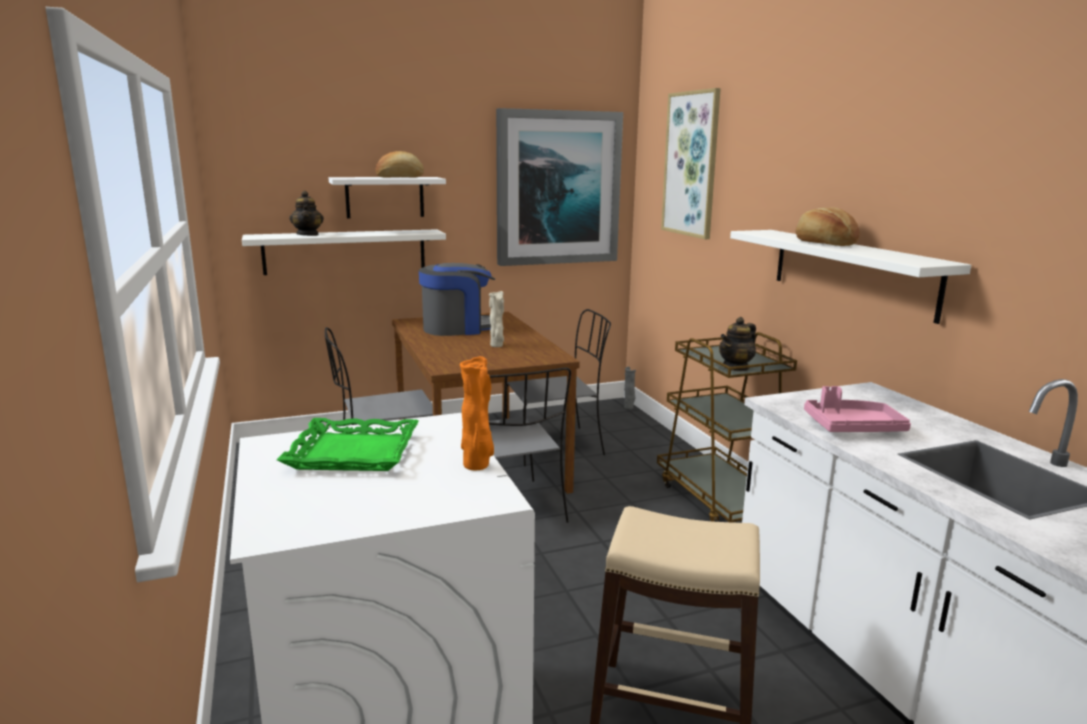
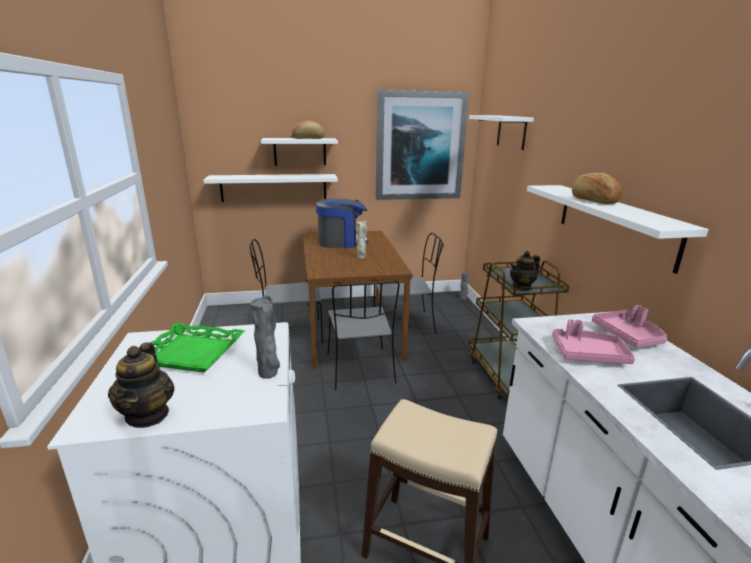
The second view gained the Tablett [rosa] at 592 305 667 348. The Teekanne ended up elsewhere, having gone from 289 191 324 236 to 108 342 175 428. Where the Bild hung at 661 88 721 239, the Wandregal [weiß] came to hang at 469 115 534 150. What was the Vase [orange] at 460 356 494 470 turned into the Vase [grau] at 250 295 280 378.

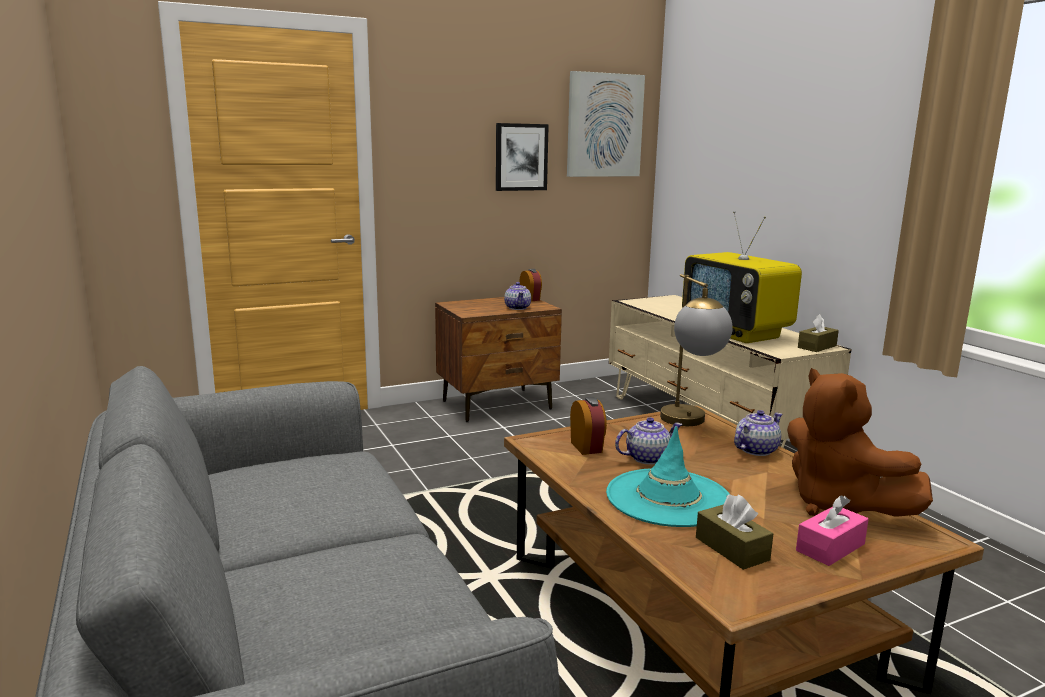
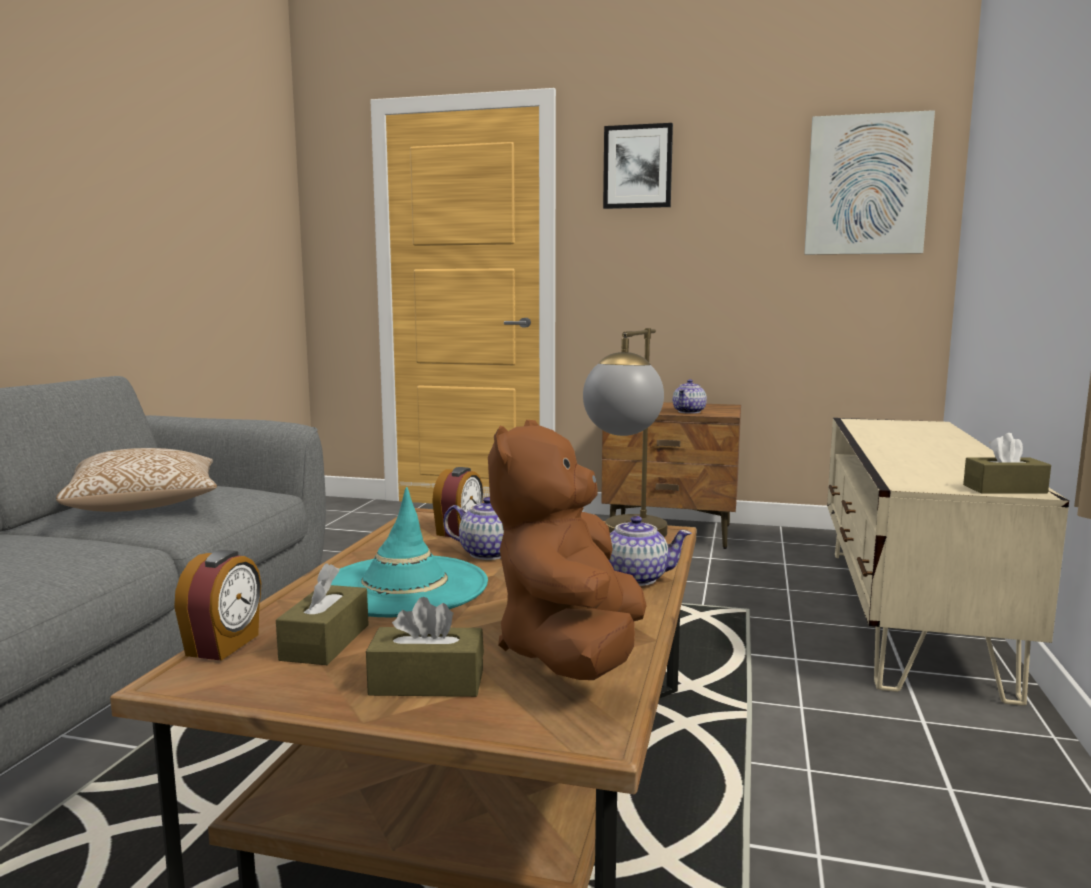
The second view lost the Fernseher at 682 211 802 343. The second view gained the Kissen at 56 448 217 512. The Bild ended up elsewhere, having gone from 496 123 549 191 to 603 123 673 209. The Wecker ended up elsewhere, having gone from 519 269 542 301 to 174 550 261 661. What was the Taschentuchbox [rosa] at 796 495 869 566 turned into the Taschentuchbox [braun] at 366 597 484 697.

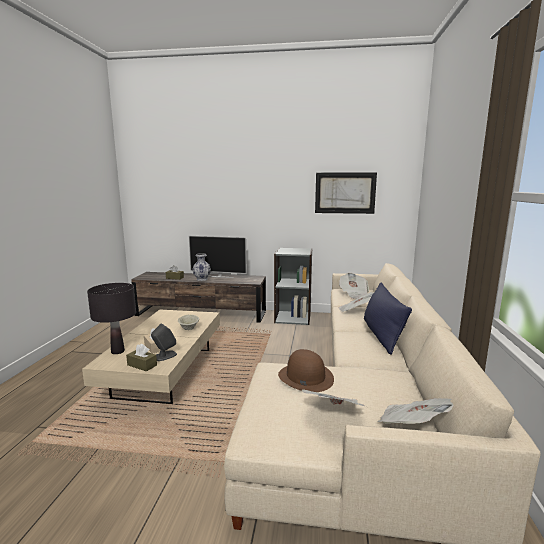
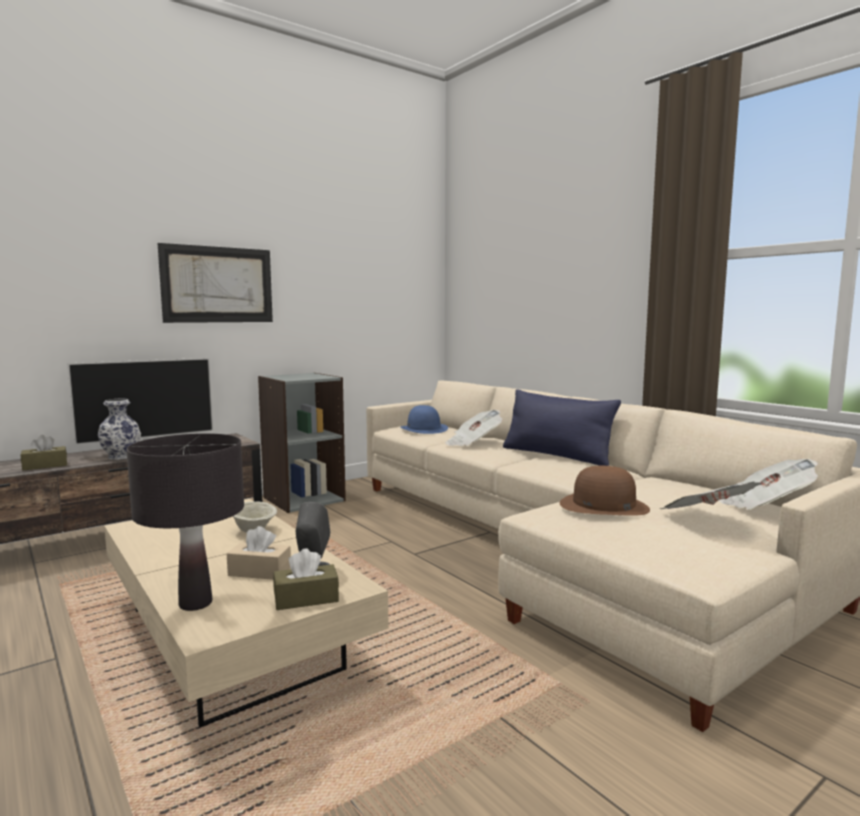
The Bild ended up elsewhere, having gone from 315 172 377 214 to 157 243 273 323. Where the Zeitung stood at 339 273 369 299, the Hut [blau] came to stand at 400 405 448 434.

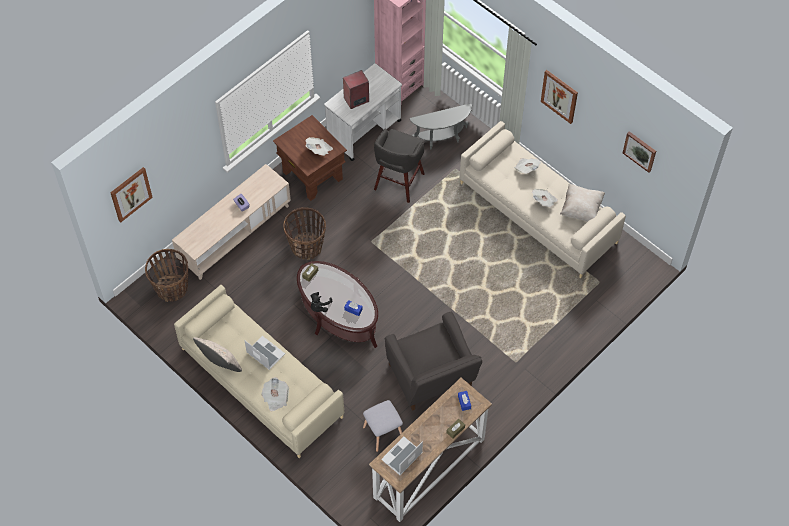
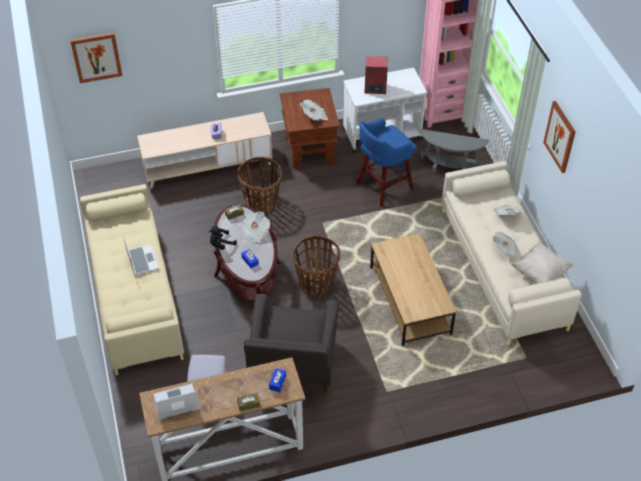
The second view lost the Kissen [beige] at 193 337 242 372. The second view lost the Bild at 623 131 656 173. The second view gained the Couchtisch [braun] at 370 233 456 346. The Korb ended up elsewhere, having gone from 145 249 188 302 to 292 236 340 296. The Zeitung ended up elsewhere, having gone from 261 377 289 411 to 242 211 270 243. What was the Hocker [grau] at 374 128 425 203 turned into the Hocker [blau] at 357 118 417 207.

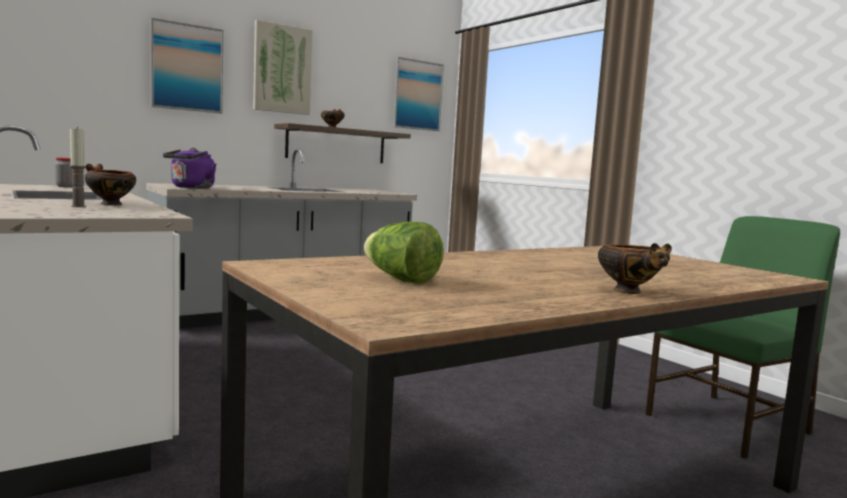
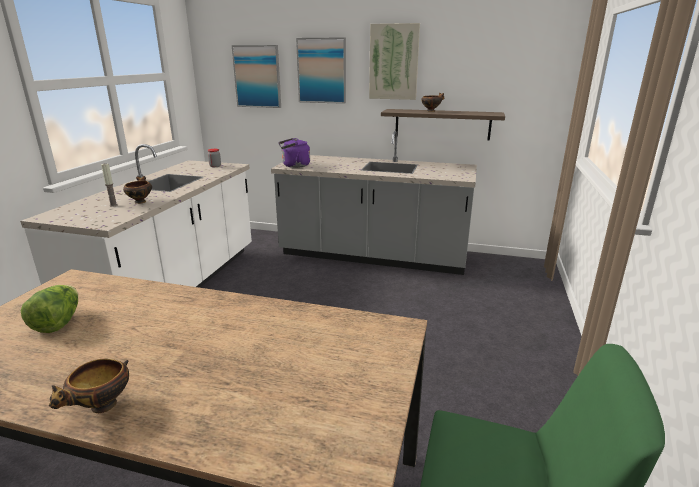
The Bild ended up elsewhere, having gone from 393 57 444 131 to 232 45 281 108.

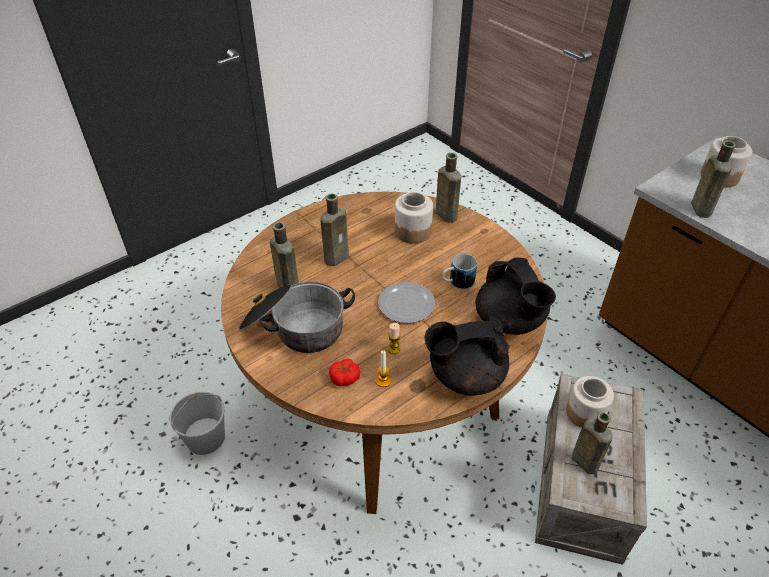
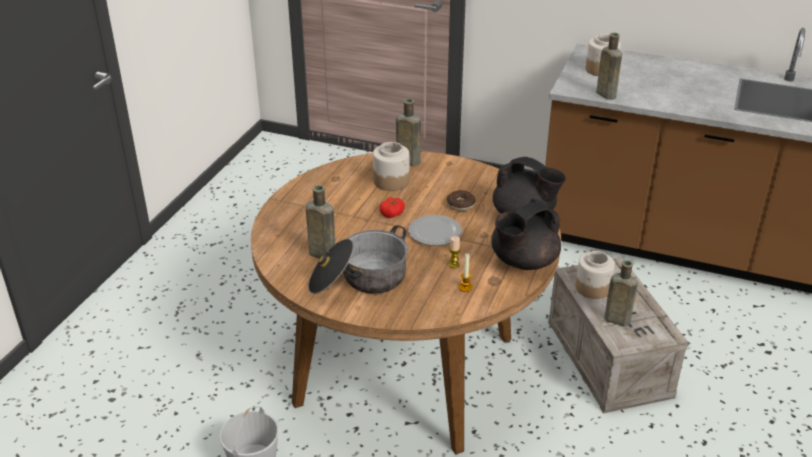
The second view lost the Flasche [braun] at 321 193 349 266. The Tomate ended up elsewhere, having gone from 329 359 360 386 to 380 197 405 218. Where the Henkelbecher stood at 442 254 477 289, the Donut came to stand at 447 190 476 211.

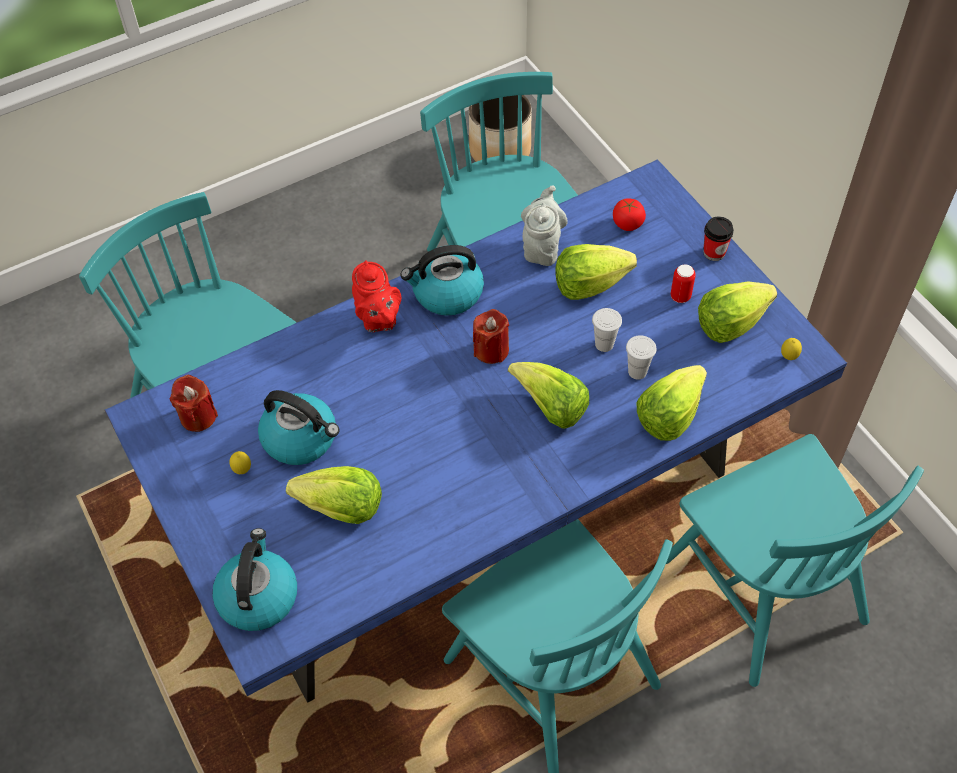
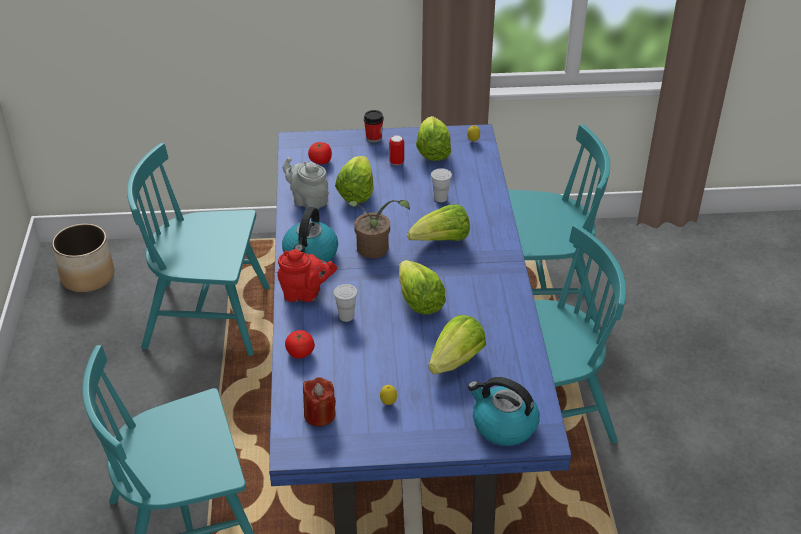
The second view lost the Wasserkessel at 258 390 340 465. The second view gained the Tomate at 285 330 315 359. The Tasse [weiß] ended up elsewhere, having gone from 592 308 622 352 to 334 284 358 322. The Salatkopf ended up elsewhere, having gone from 636 365 707 441 to 399 260 446 315. Where the Kerze [rot] stood at 473 309 509 364, the Topfpflanze came to stand at 348 200 410 258.

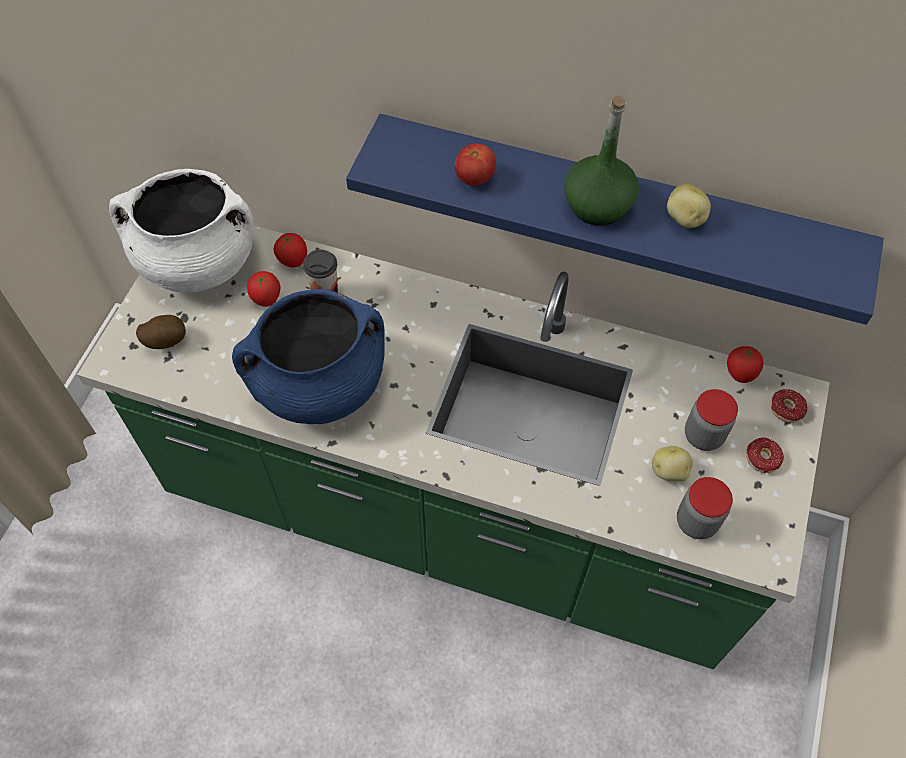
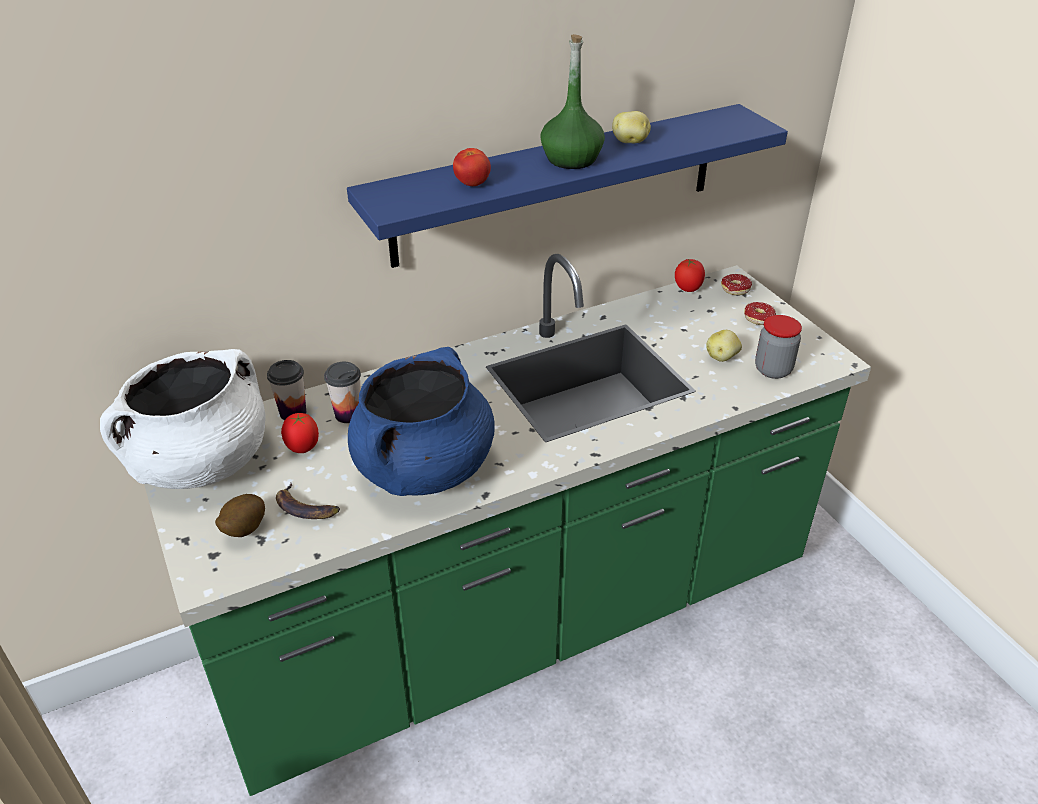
The second view lost the Vorratsglas at 685 389 738 451. The second view gained the Banane at 276 483 340 519. Where the Tomate stood at 274 233 307 268, the Tasse came to stand at 267 360 306 420.

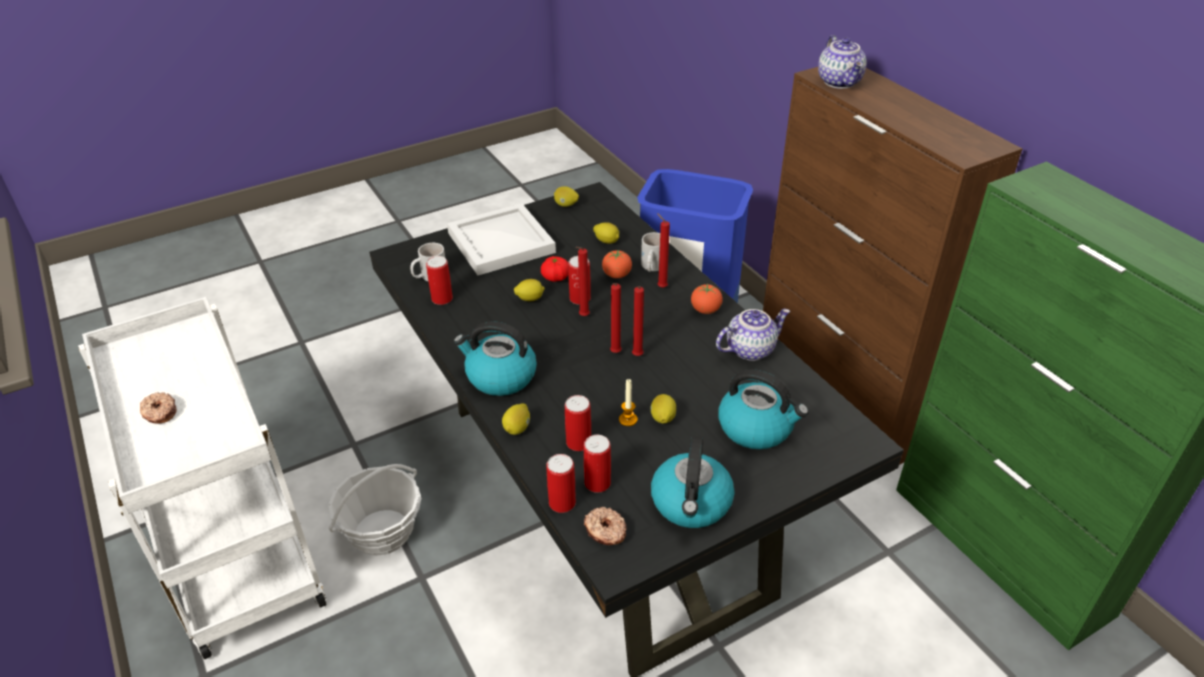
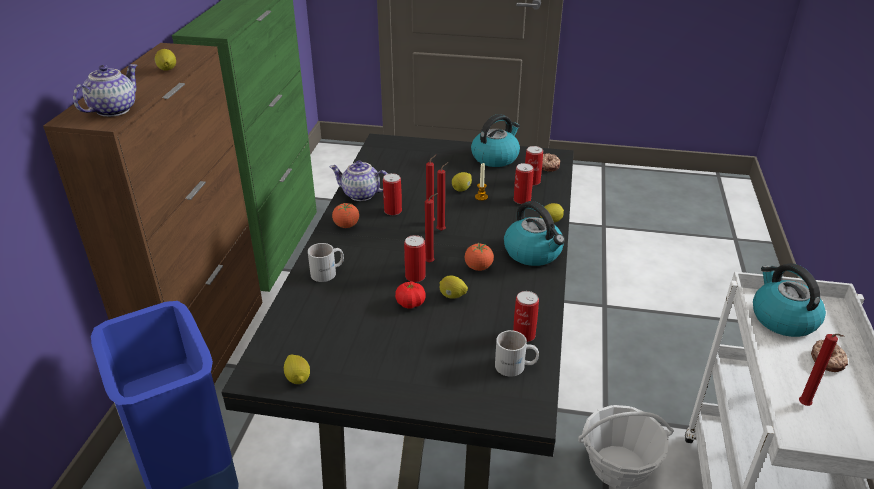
The second view lost the Tablett [weiß] at 447 203 556 275. The Dose ended up elsewhere, having gone from 547 454 576 513 to 383 173 402 215. The Zitrone ended up elsewhere, having gone from 593 222 619 244 to 155 49 176 71. The Tomate ended up elsewhere, having gone from 602 250 632 278 to 465 242 494 271. The Kerze [rot] ended up elsewhere, having gone from 657 213 670 288 to 799 334 845 406. The Wasserkessel ended up elsewhere, having gone from 718 369 809 449 to 753 263 826 337.

